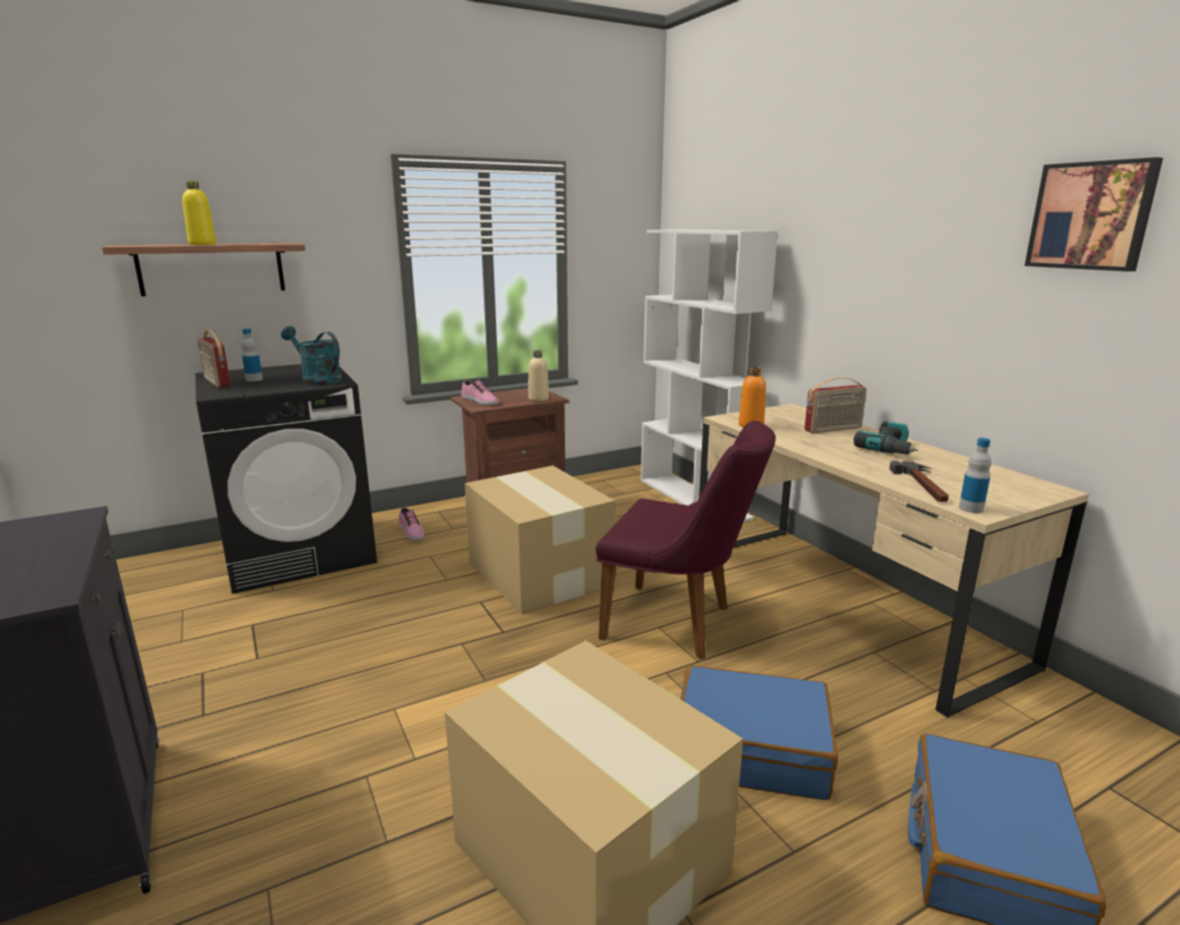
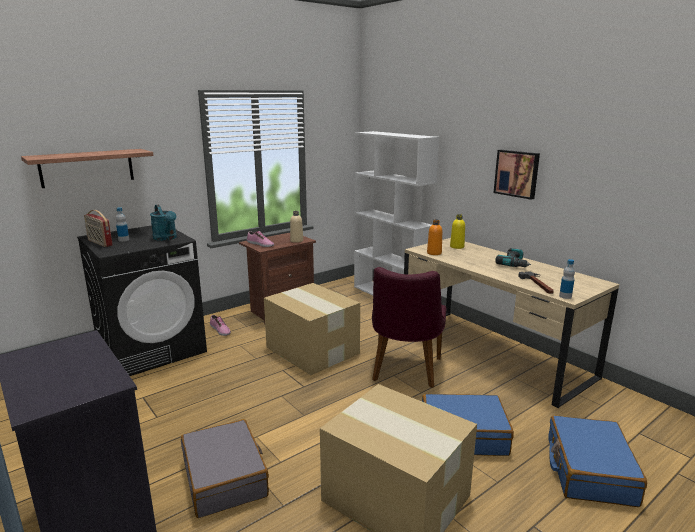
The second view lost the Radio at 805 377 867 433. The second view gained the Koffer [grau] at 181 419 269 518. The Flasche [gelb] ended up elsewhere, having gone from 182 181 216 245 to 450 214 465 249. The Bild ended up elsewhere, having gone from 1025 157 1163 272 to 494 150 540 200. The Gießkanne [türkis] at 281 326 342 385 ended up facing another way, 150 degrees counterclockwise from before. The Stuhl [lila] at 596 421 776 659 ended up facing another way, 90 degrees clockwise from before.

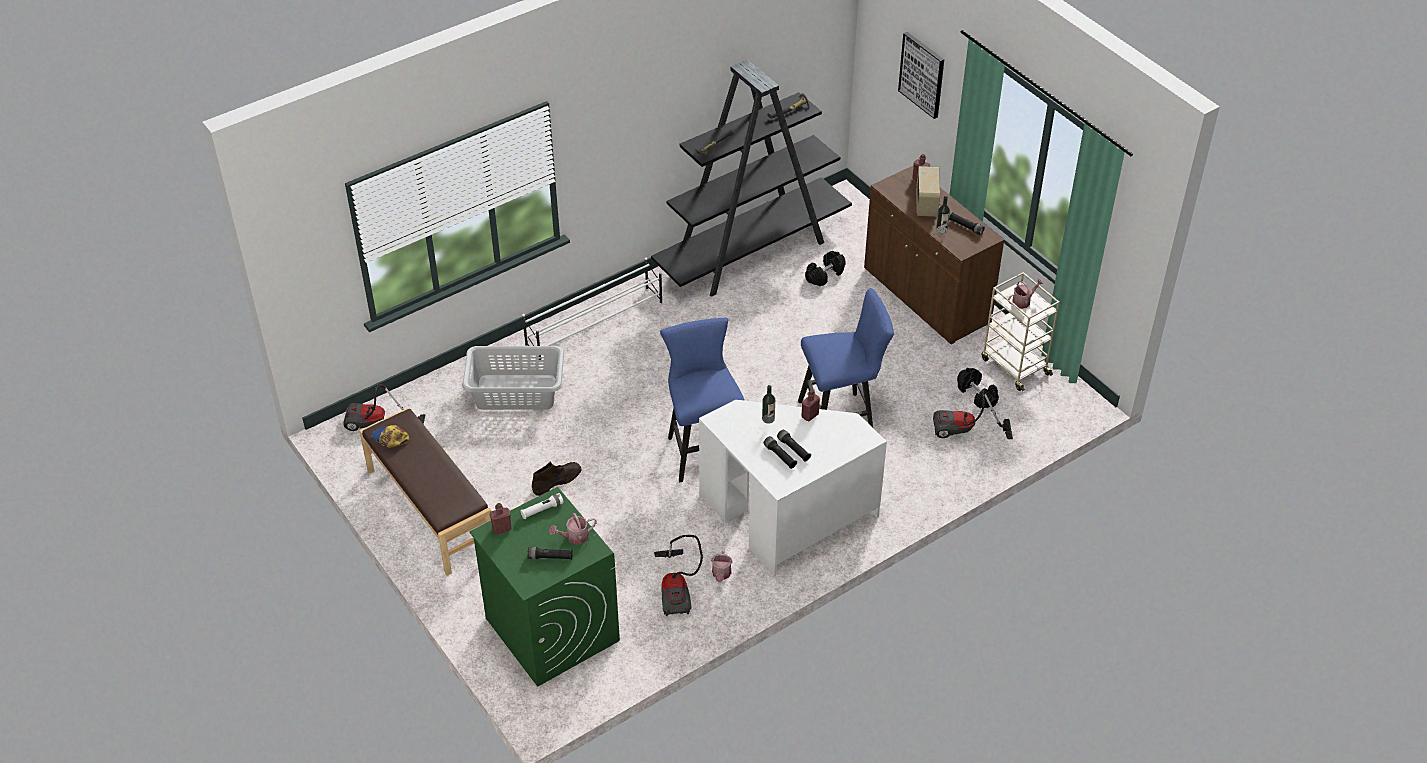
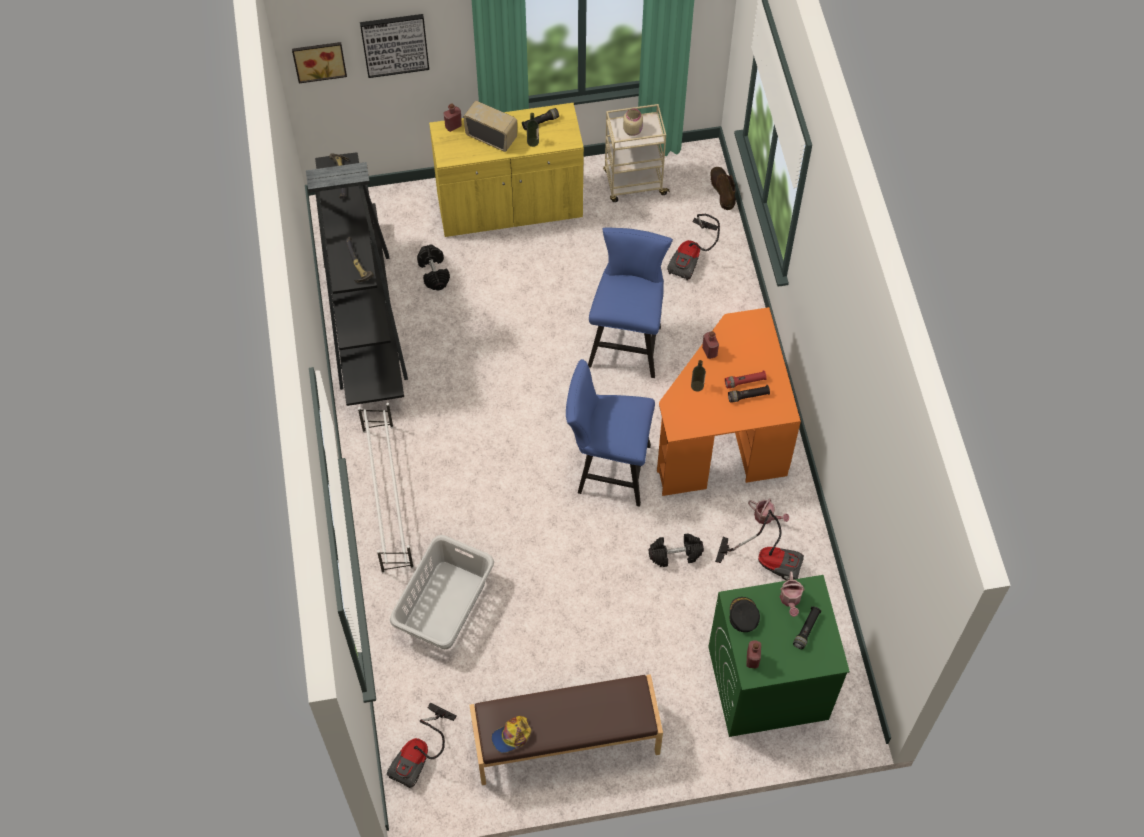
The second view gained the Bild at 292 42 347 83. The Stiefel [braun] ended up elsewhere, having gone from 532 461 581 496 to 710 167 736 210. The Hantel [schwarz] ended up elsewhere, having gone from 957 368 999 408 to 649 533 704 567. Where the Taschenlampe [weiß] stood at 520 493 564 519, the Kappe [schwarz] came to stand at 730 597 760 632. Where the Gießkanne stood at 1008 279 1044 309, the Vorratsglas [beige] came to stand at 623 108 643 136. What was the Schreibtisch [weiß] at 699 400 887 576 turned into the Schreibtisch [orange] at 657 307 801 496. What was the Taschenlampe [schwarz] at 777 430 811 461 turned into the Taschenlampe [rot] at 725 370 767 388. What was the Schrank [braun] at 864 166 1004 344 turned into the Schrank [gelb] at 429 103 584 237.

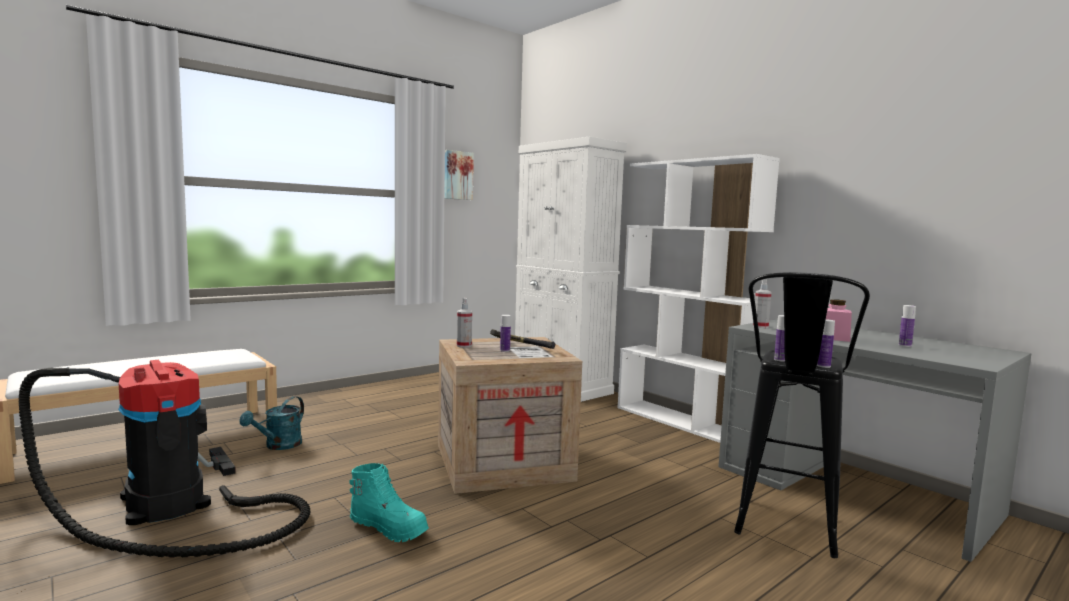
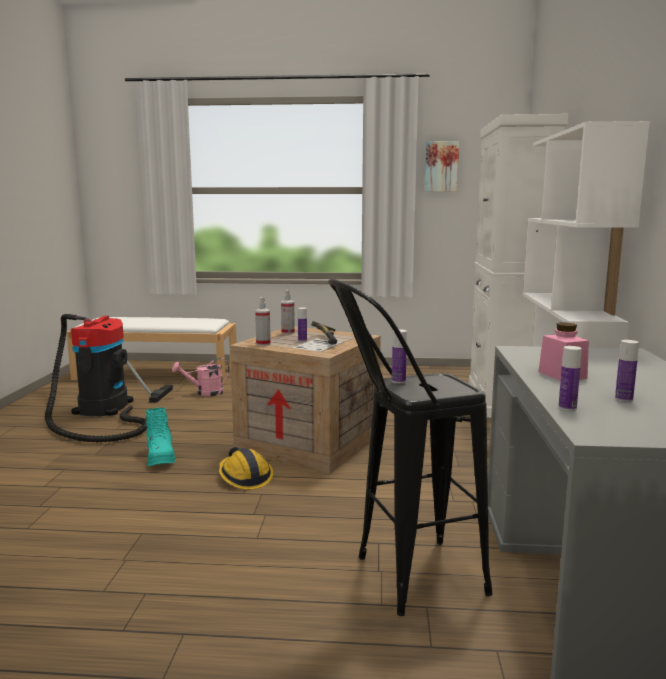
The second view gained the Schutzhelm at 219 447 273 490. The Sprühflasche ended up elsewhere, having gone from 753 279 772 328 to 255 297 271 346. The Flasche ended up elsewhere, having gone from 817 319 835 368 to 559 346 582 411. What was the Gießkanne [türkis] at 239 396 304 450 turned into the Gießkanne [rosa] at 172 358 229 396.

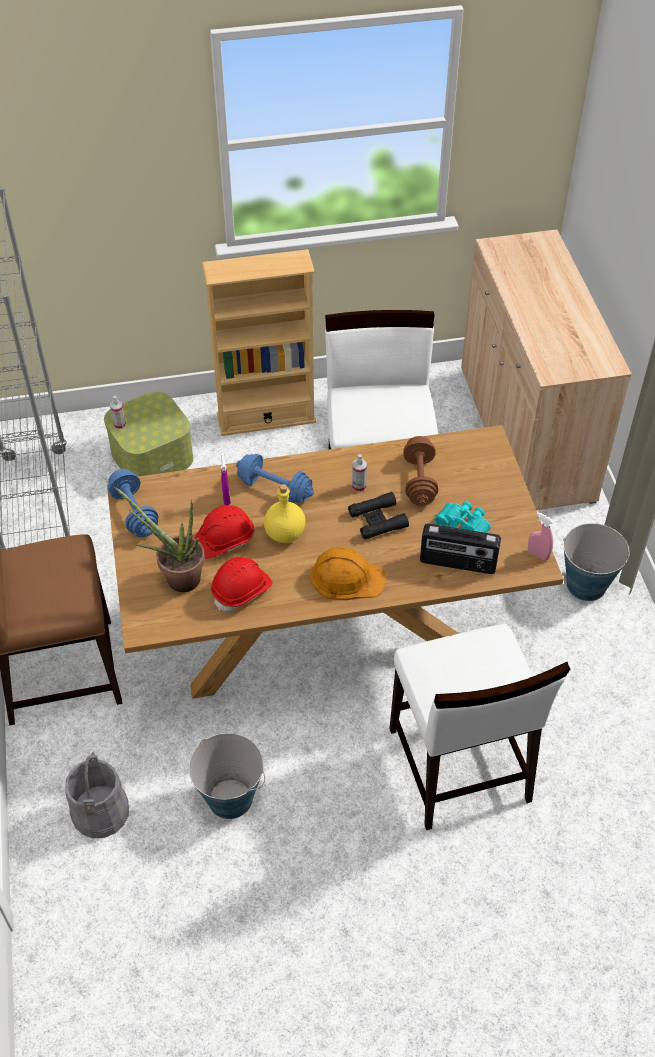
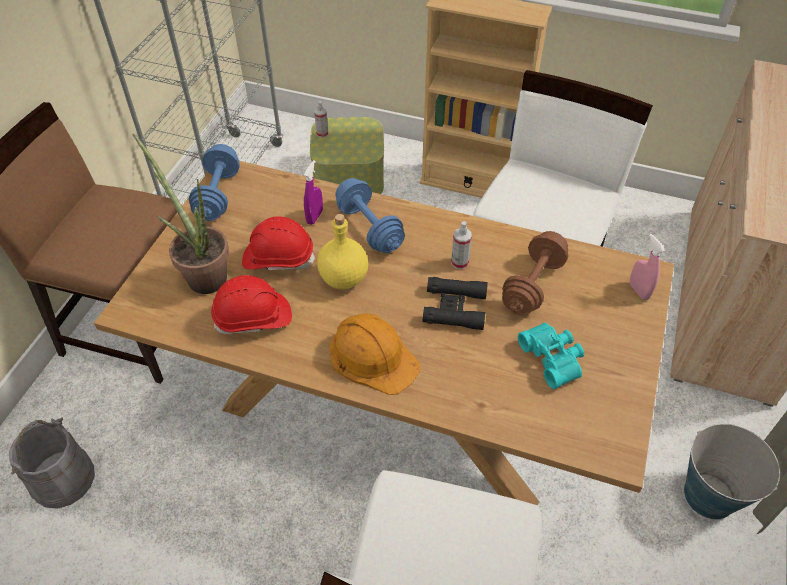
The second view lost the Eimer at 189 733 265 819. The second view lost the Radio at 420 524 501 574. The Sprühflasche [rosa] ended up elsewhere, having gone from 528 513 554 561 to 629 234 665 300.

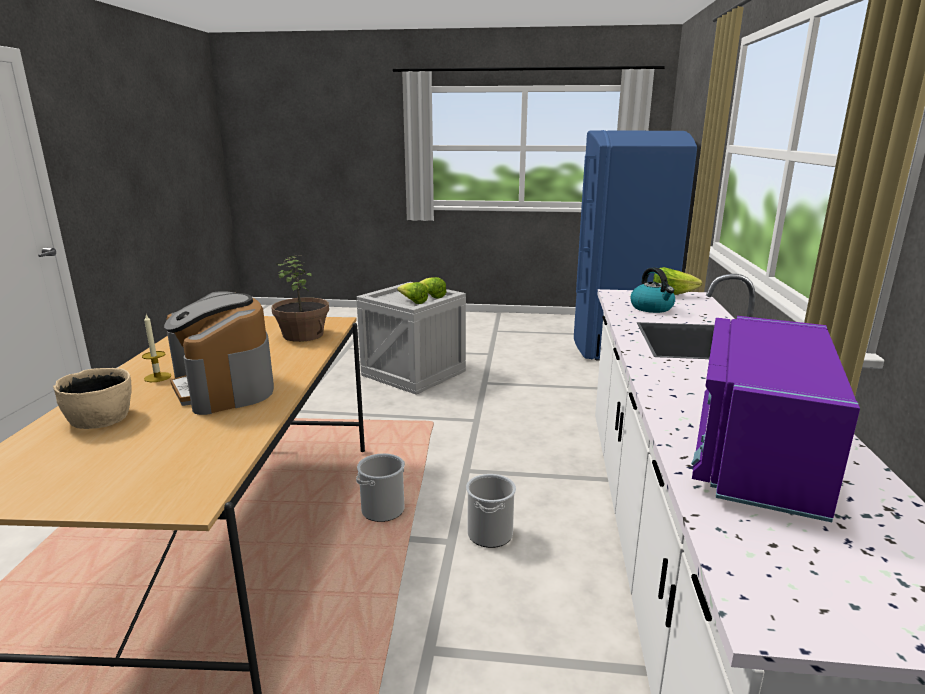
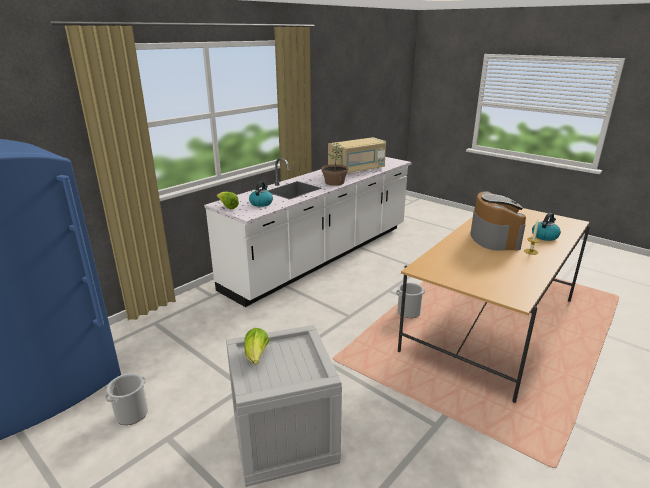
The second view lost the Salatkopf at 397 282 428 304. The Topfpflanze ended up elsewhere, having gone from 272 255 329 342 to 322 143 348 186. The Eimer ended up elsewhere, having gone from 466 474 516 548 to 105 373 148 425. Where the Schüssel [beige] stood at 53 368 132 429, the Wasserkessel came to stand at 532 213 561 241. What was the Mikrowelle [lila] at 691 316 860 522 turned into the Mikrowelle [beige] at 328 137 386 173.

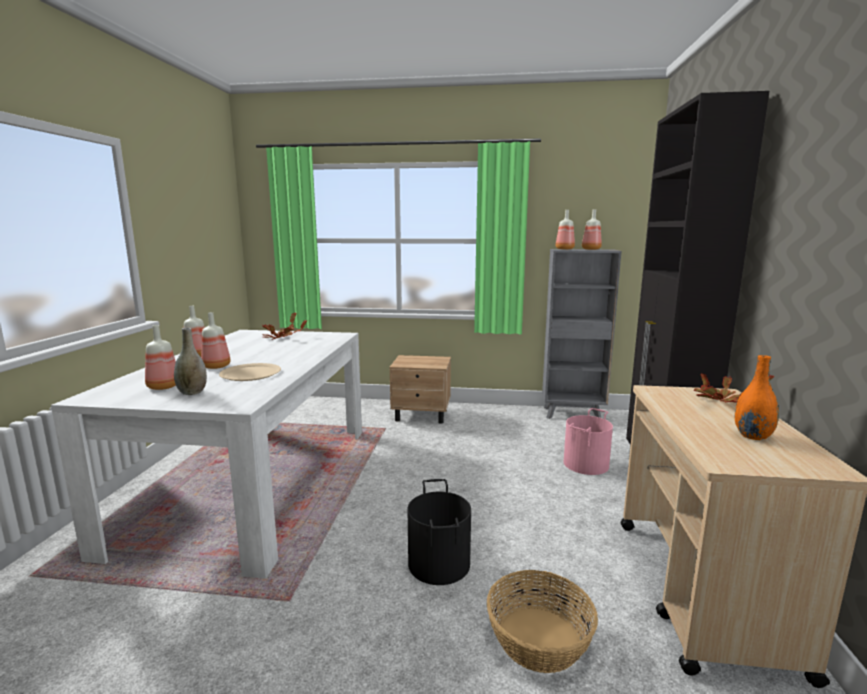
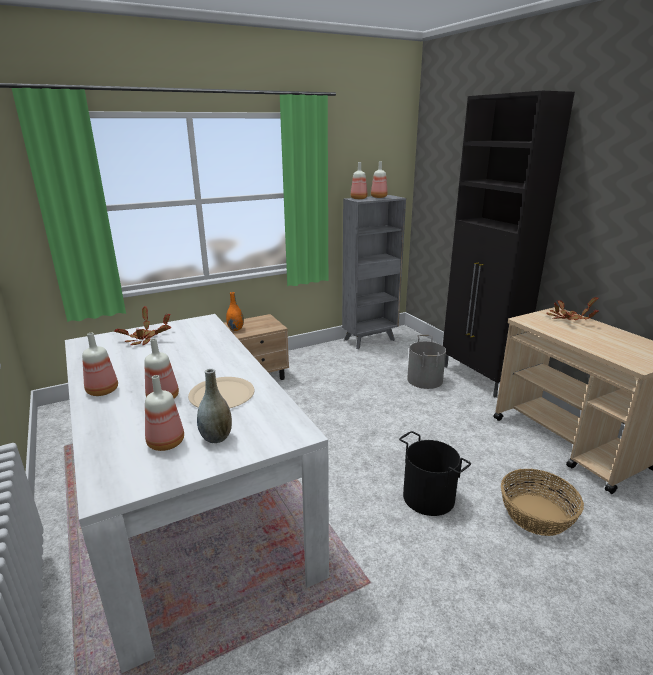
The Vase [orange] ended up elsewhere, having gone from 735 355 779 440 to 226 292 244 331. What was the Eimer [rosa] at 564 408 613 475 turned into the Eimer [grau] at 407 335 446 389.

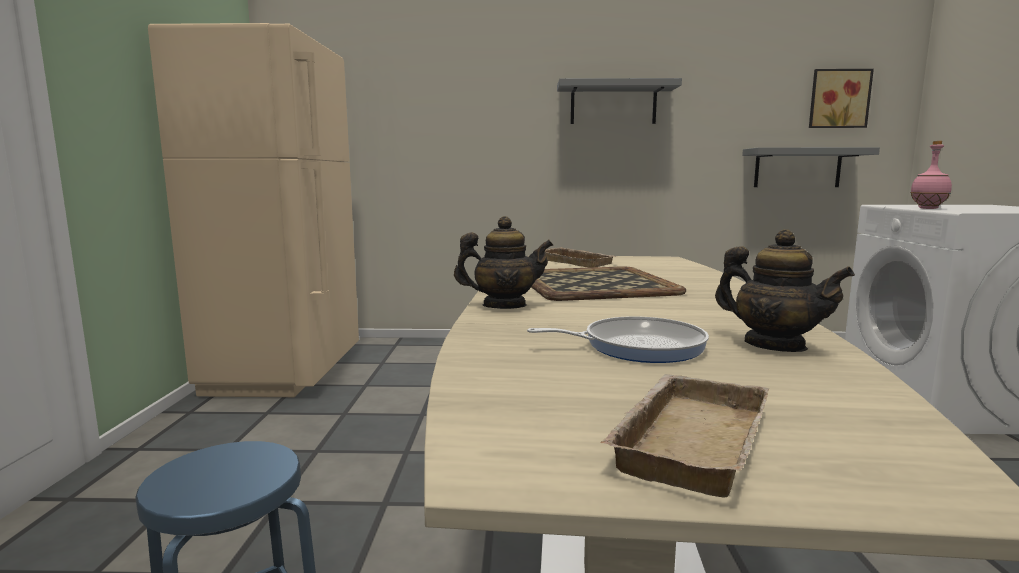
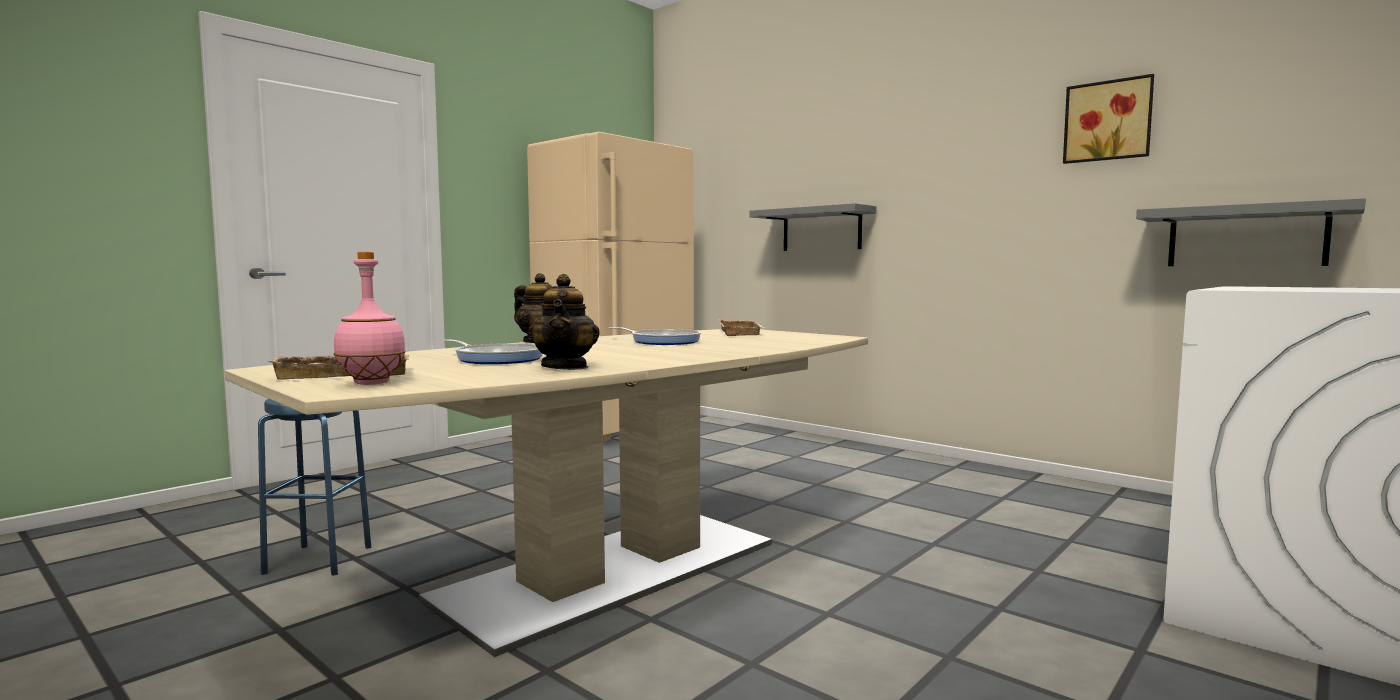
The Wandregal [grau] ended up elsewhere, having gone from 557 78 682 124 to 750 203 876 251. The Bild ended up elsewhere, having gone from 809 69 874 128 to 1063 74 1154 164. The Flasche [rosa] ended up elsewhere, having gone from 910 141 952 209 to 334 252 406 385. Where the Tablett stood at 531 266 686 301, the Pfanne came to stand at 608 327 701 345.

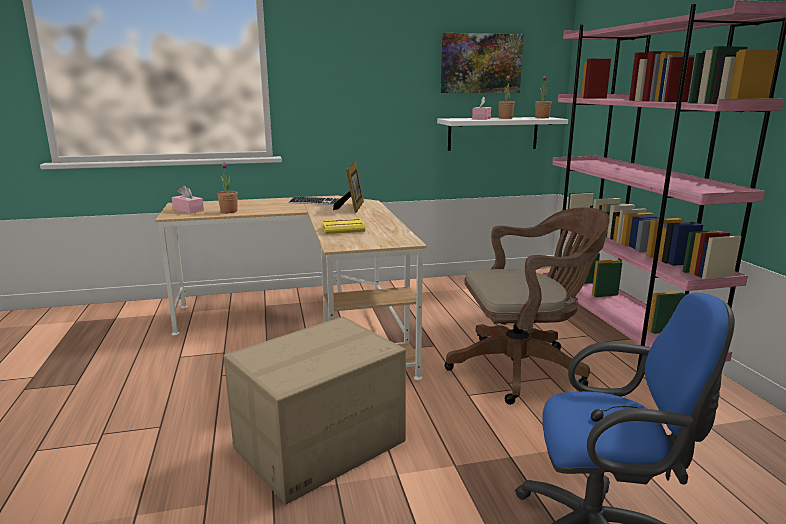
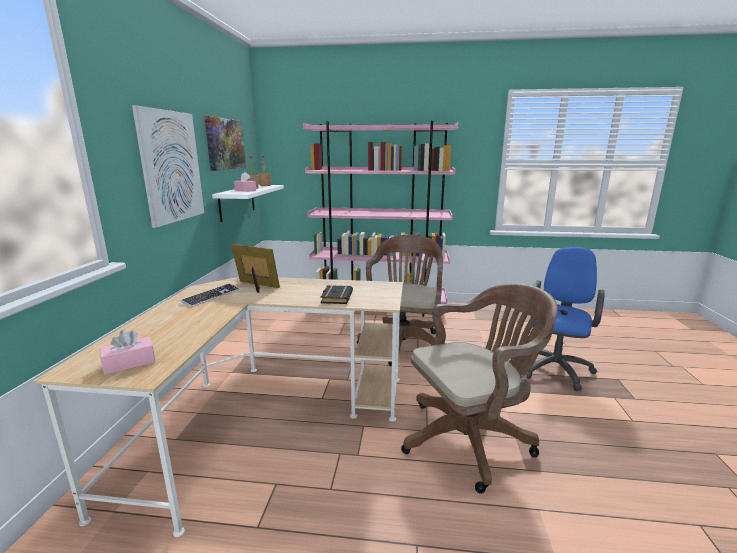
The second view lost the Topfpflanze at 217 163 238 213. The second view gained the Bild at 132 105 204 228. Where the Karton stood at 223 317 406 504, the Bürostuhl [braun] came to stand at 401 283 558 494. What was the Buch [gelb] at 322 218 365 234 turned into the Buch [schwarz] at 320 285 353 304.

